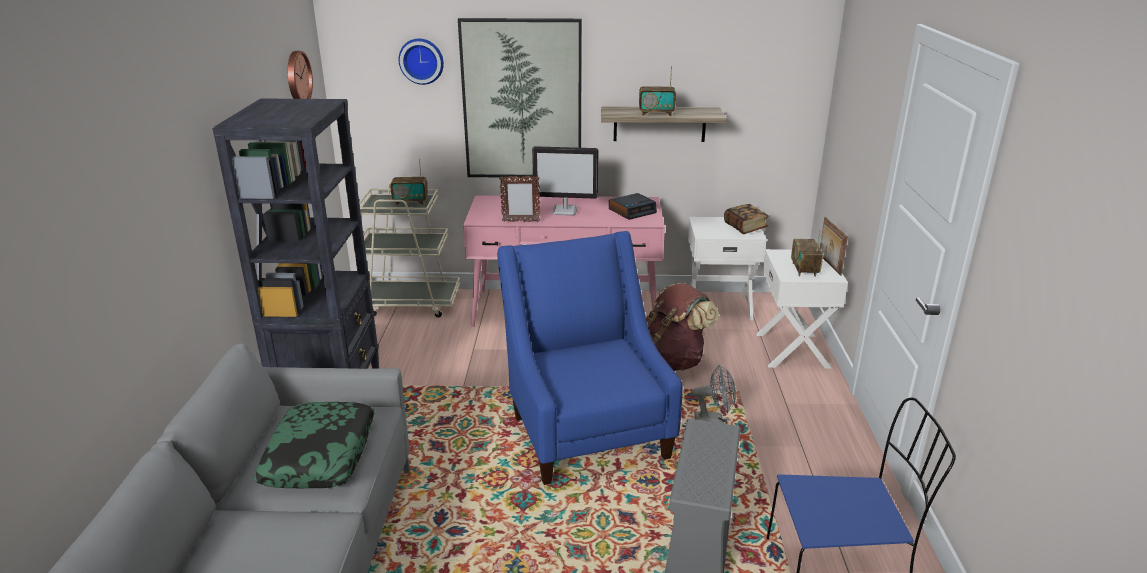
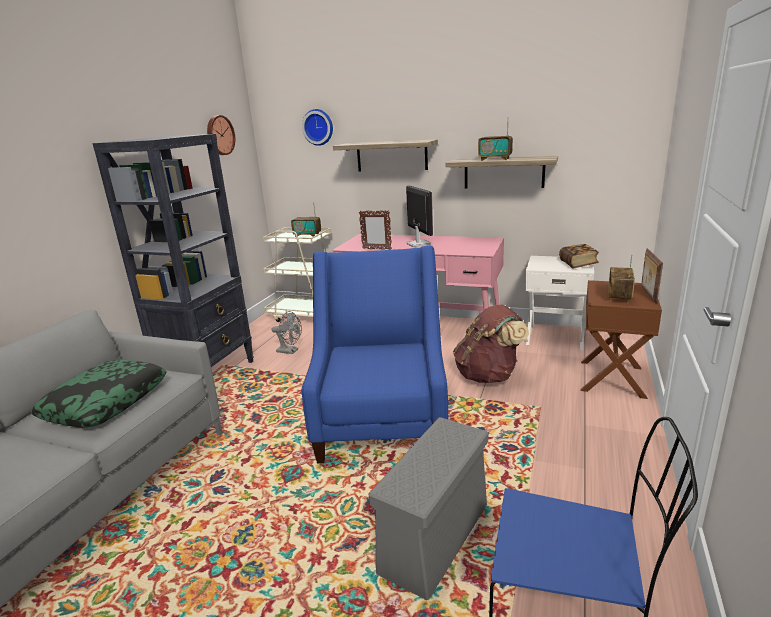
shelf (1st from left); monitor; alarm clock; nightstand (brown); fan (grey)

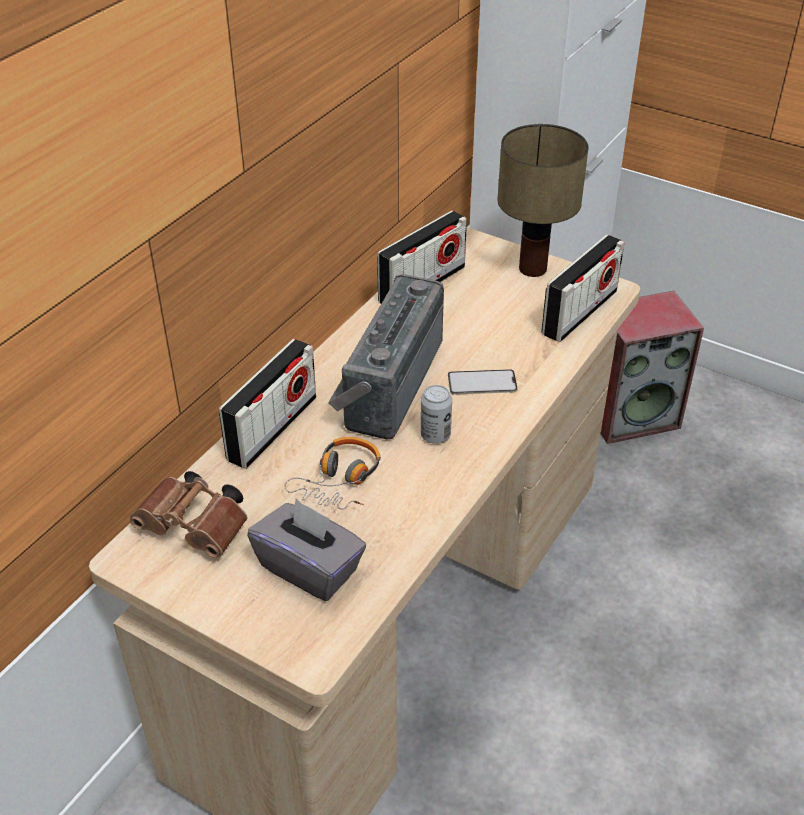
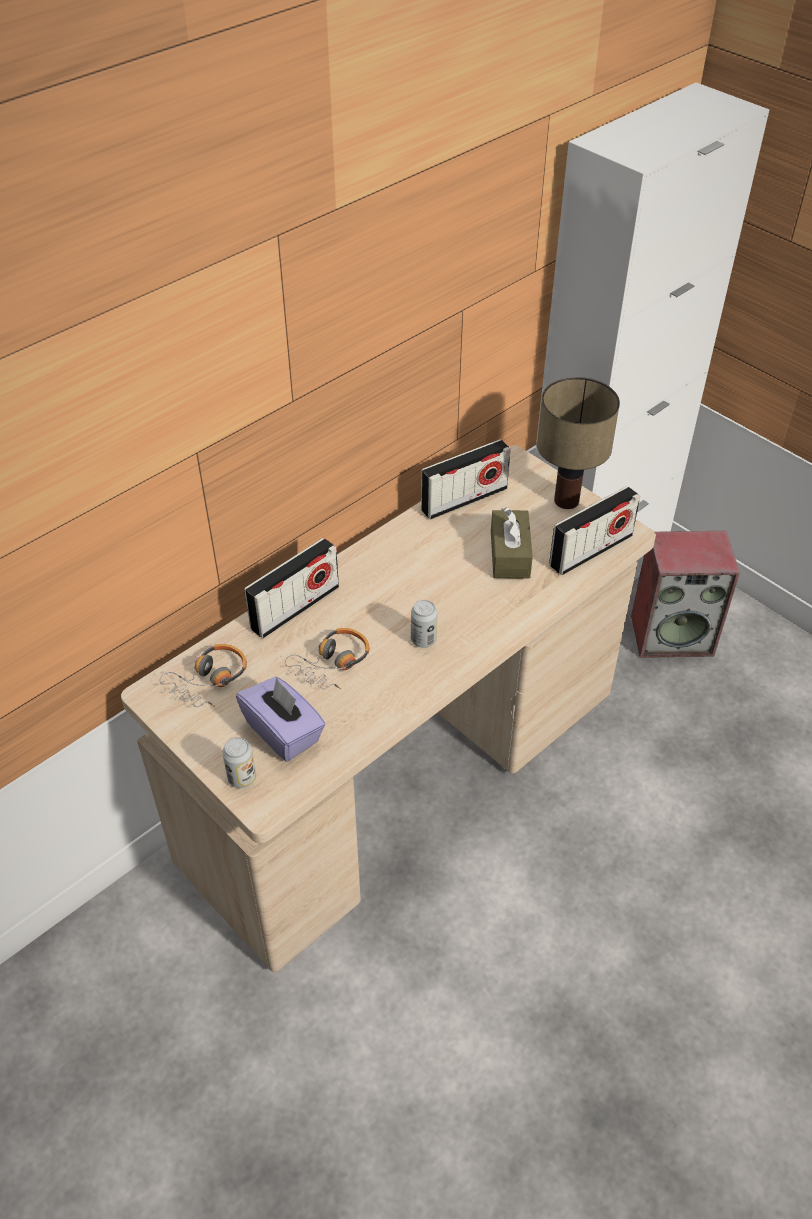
radio (2nd from left in the first image); phone; headphones (1st from left); tissue box (purple); tissue box (brown); can (1st from left)

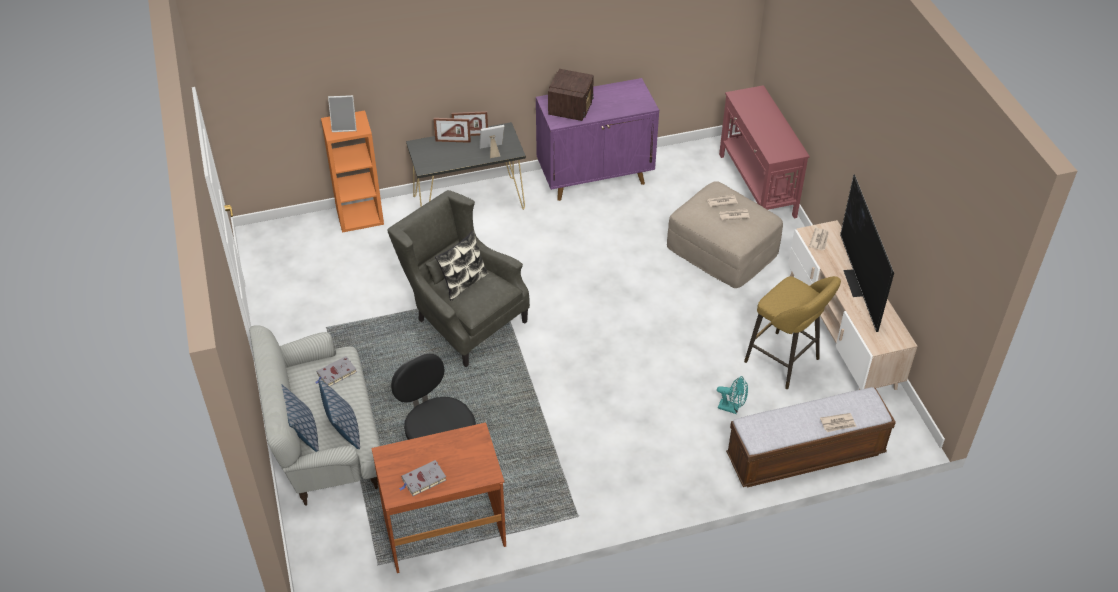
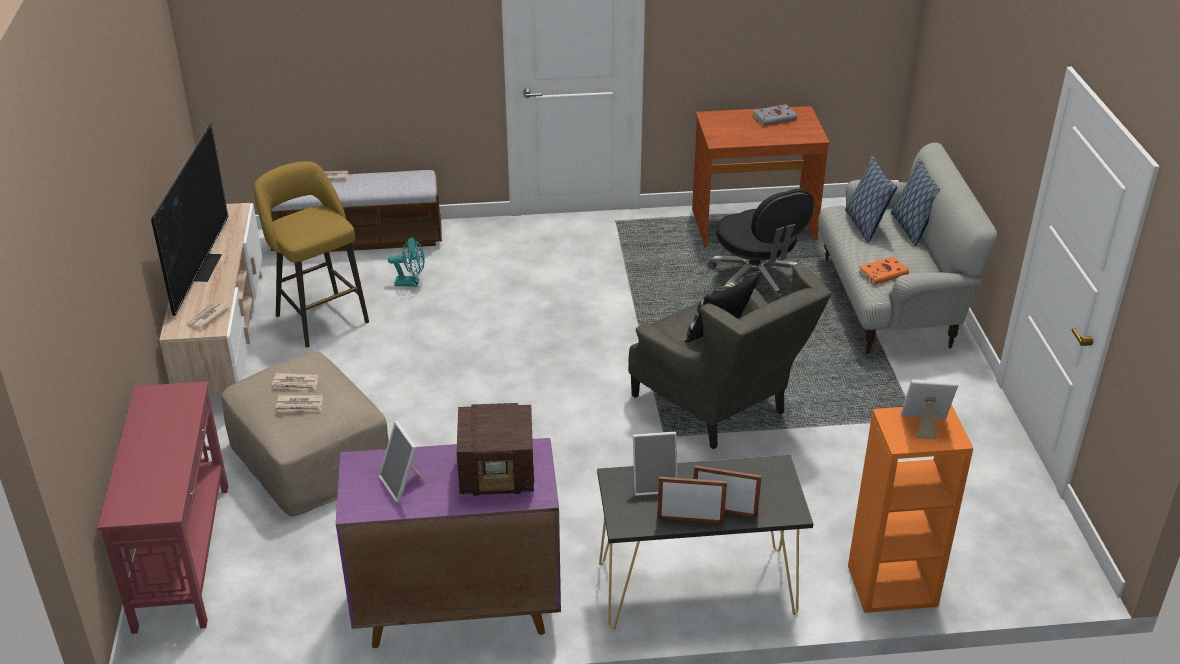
radio; book (orange); fan (turquoise); picture frame (1st from left)

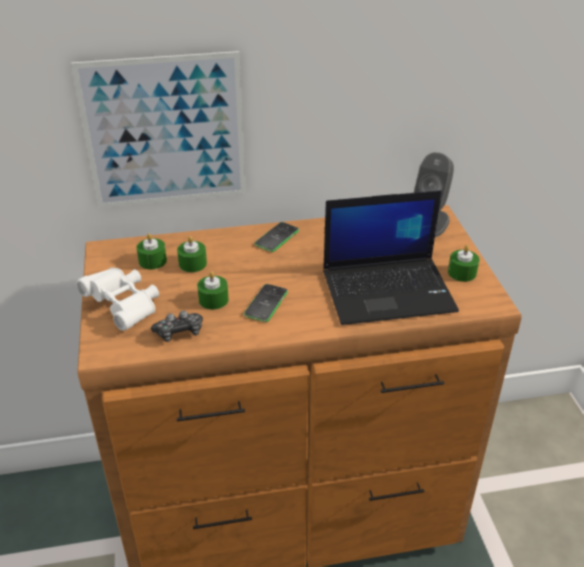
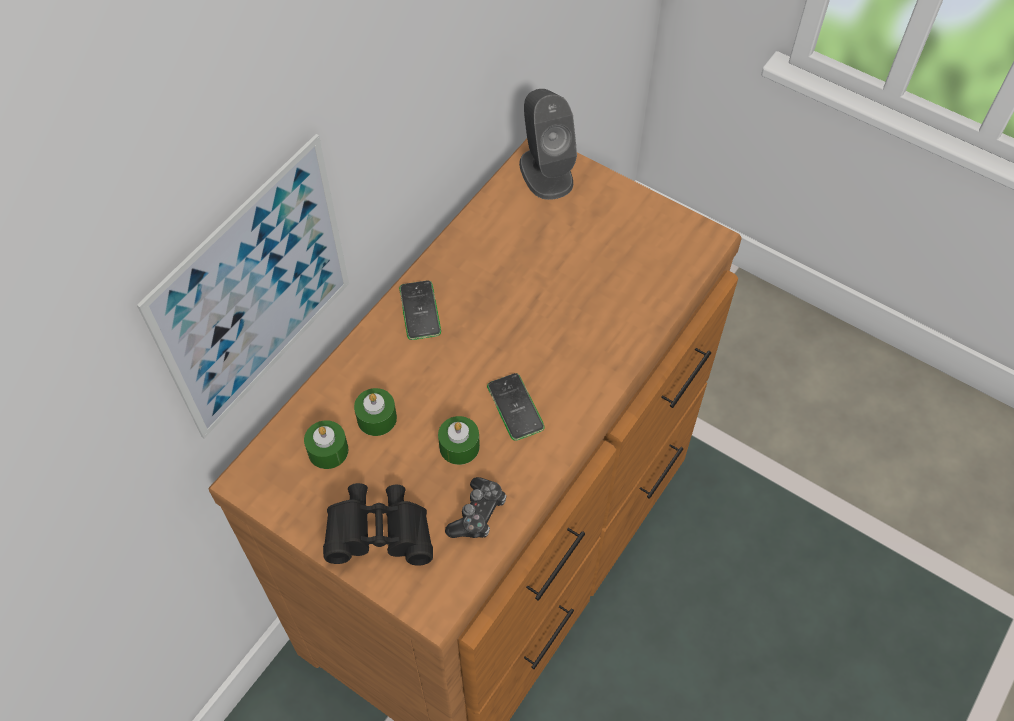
laptop; candle (green) (4th from left in the first image); binoculars (black)

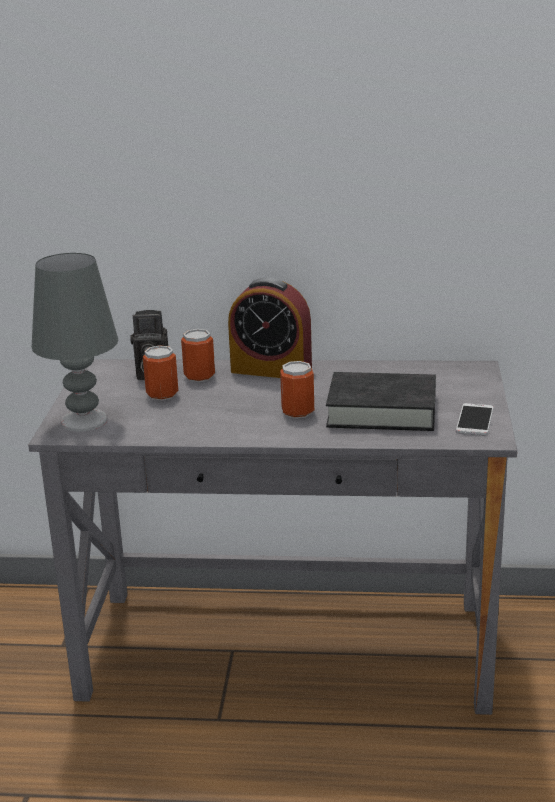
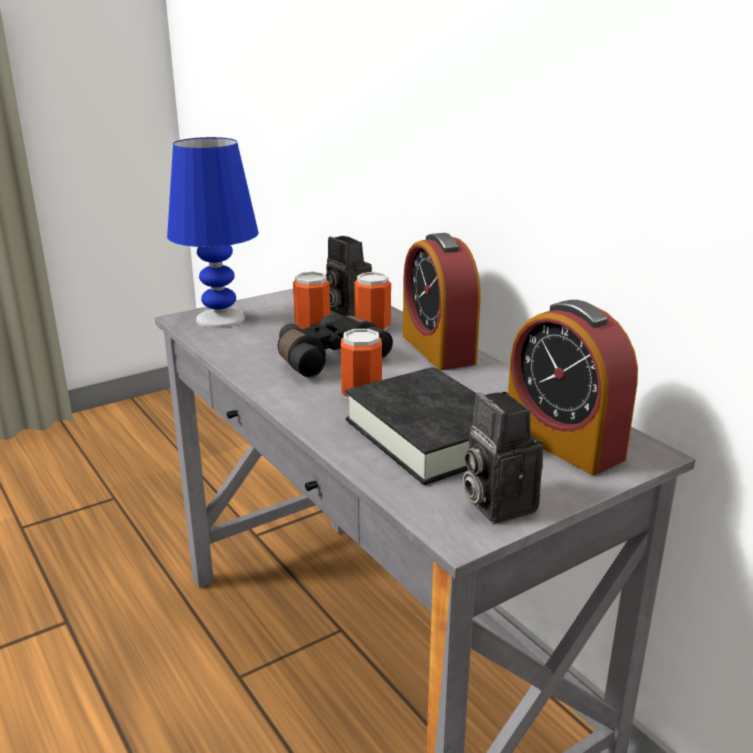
table lamp (blue); photo camera (2nd from left); alarm clock (2nd from left); binoculars (black)

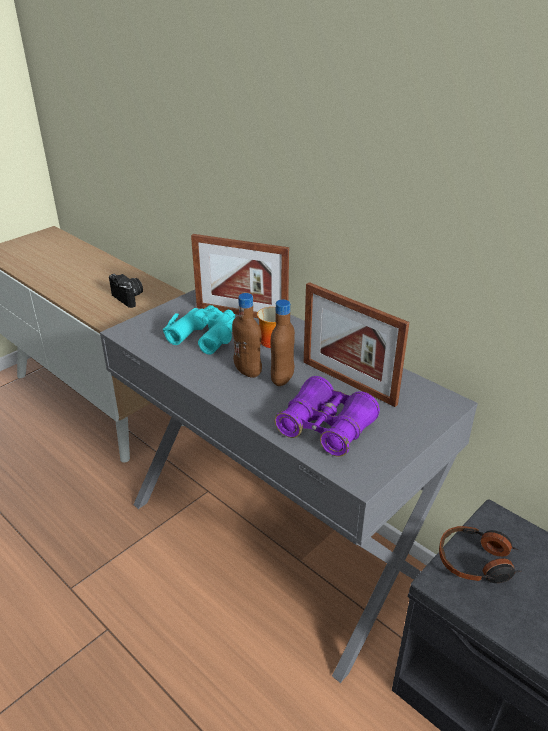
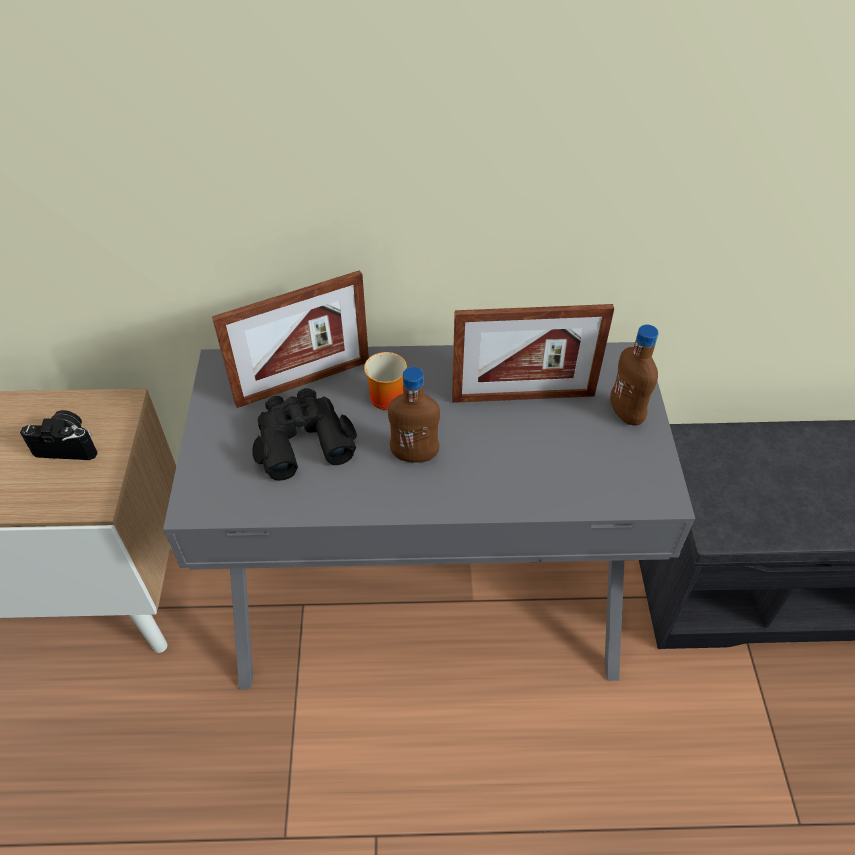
bottle (brown) (2nd from left); binoculars (black); binoculars (purple); headphones

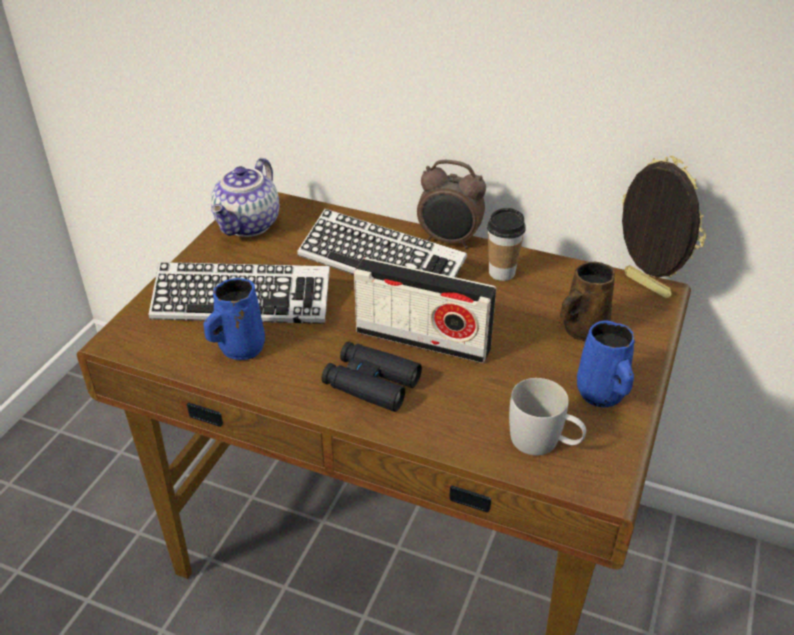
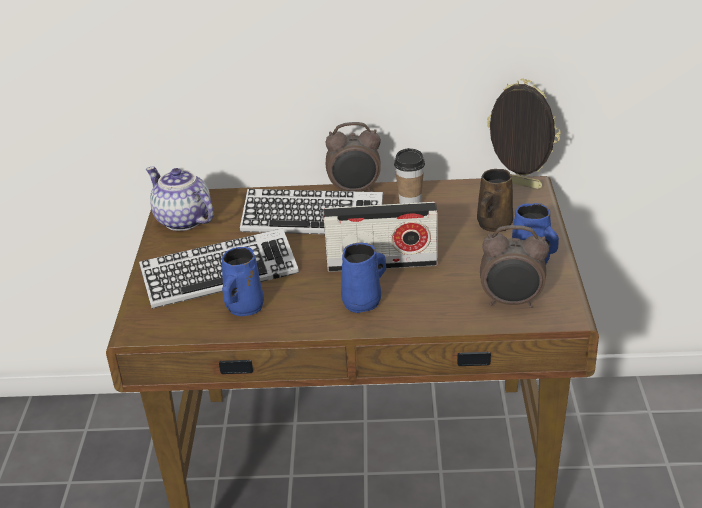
teapot; mug (blue) (2nd from left); alarm clock (2nd from left)

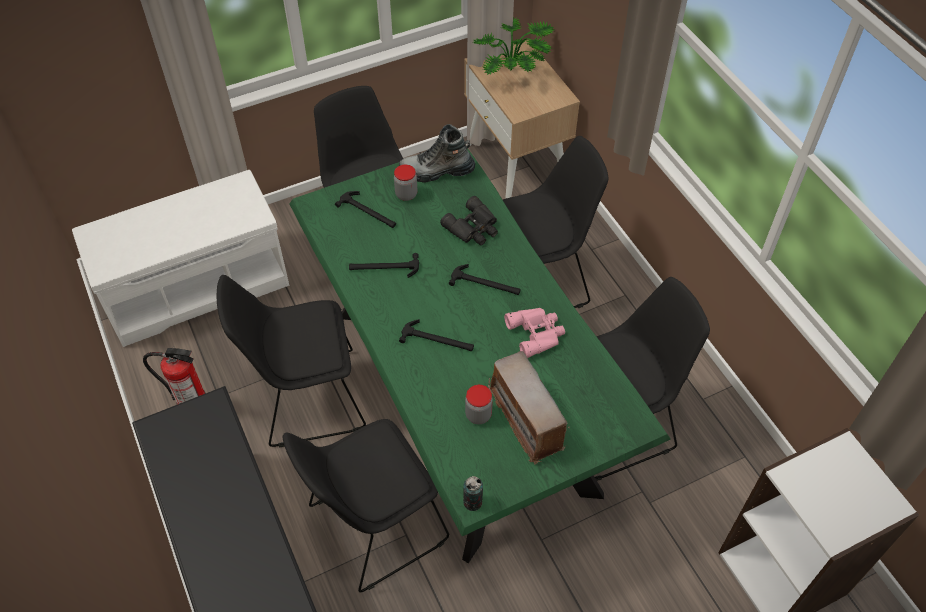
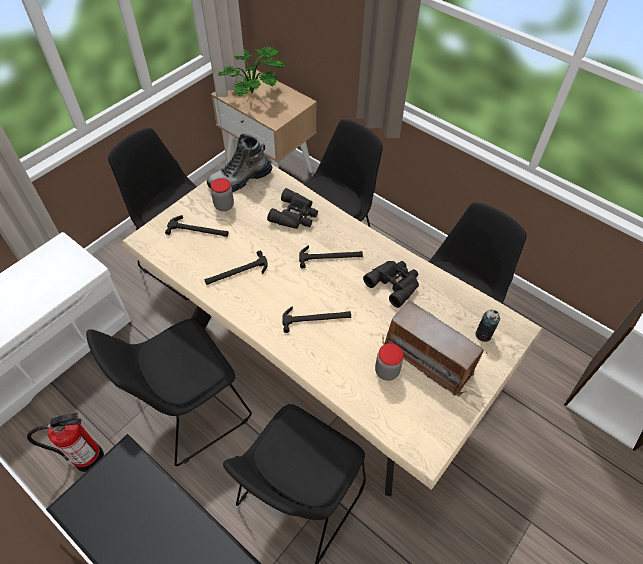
dining table (beige); binoculars (black) (2nd from left); can

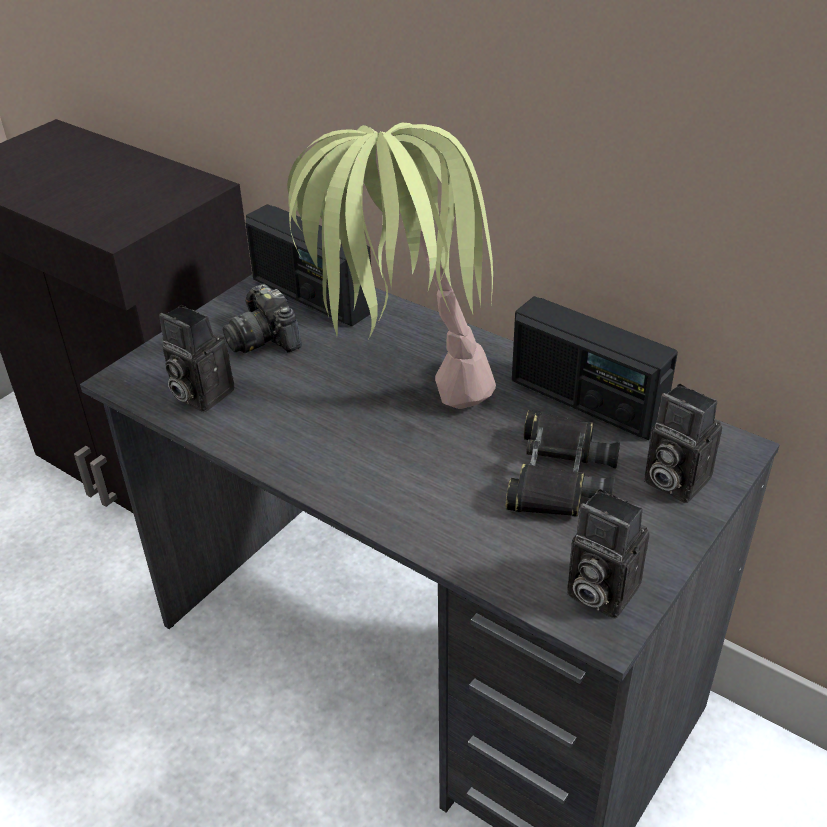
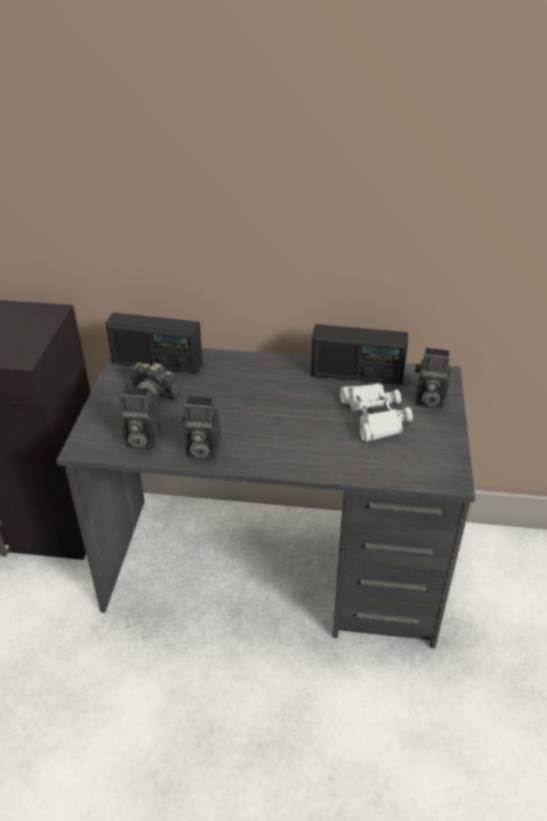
potted plant; binoculars (white); photo camera (3rd from left)

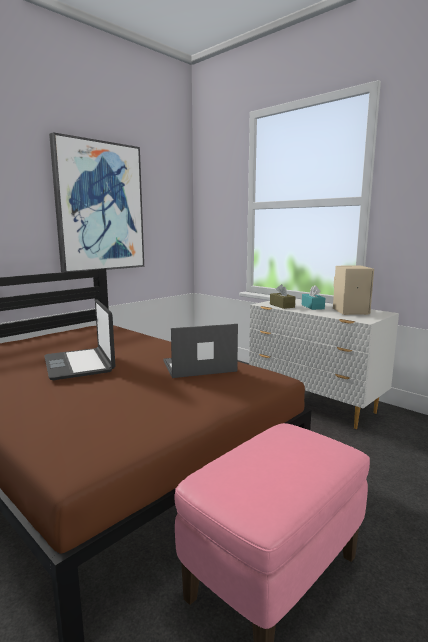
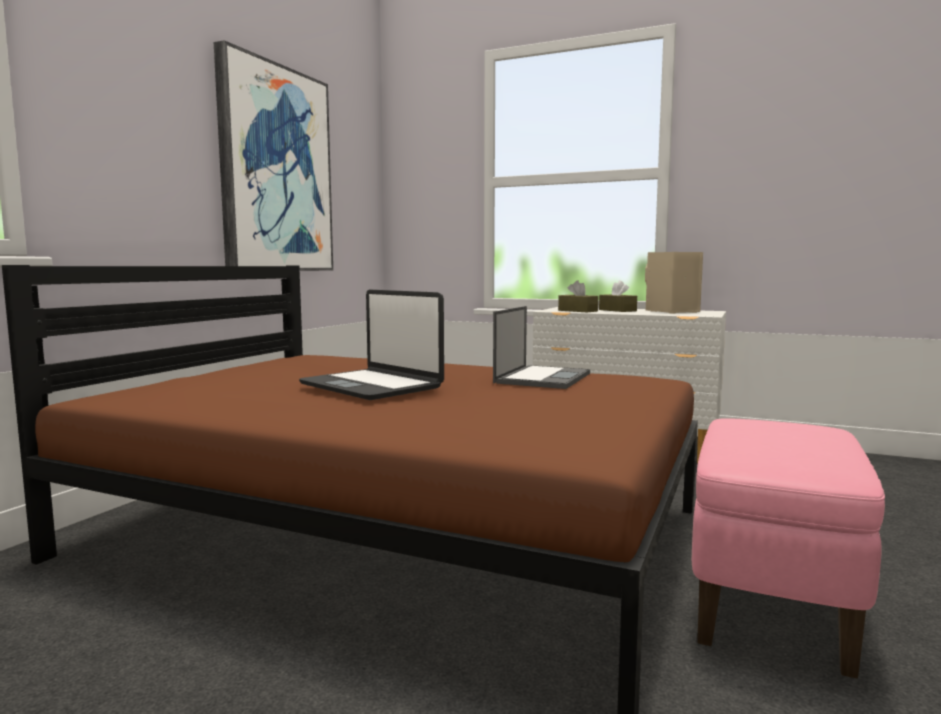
tissue box (brown) (2nd from left); laptop (2nd from left)

